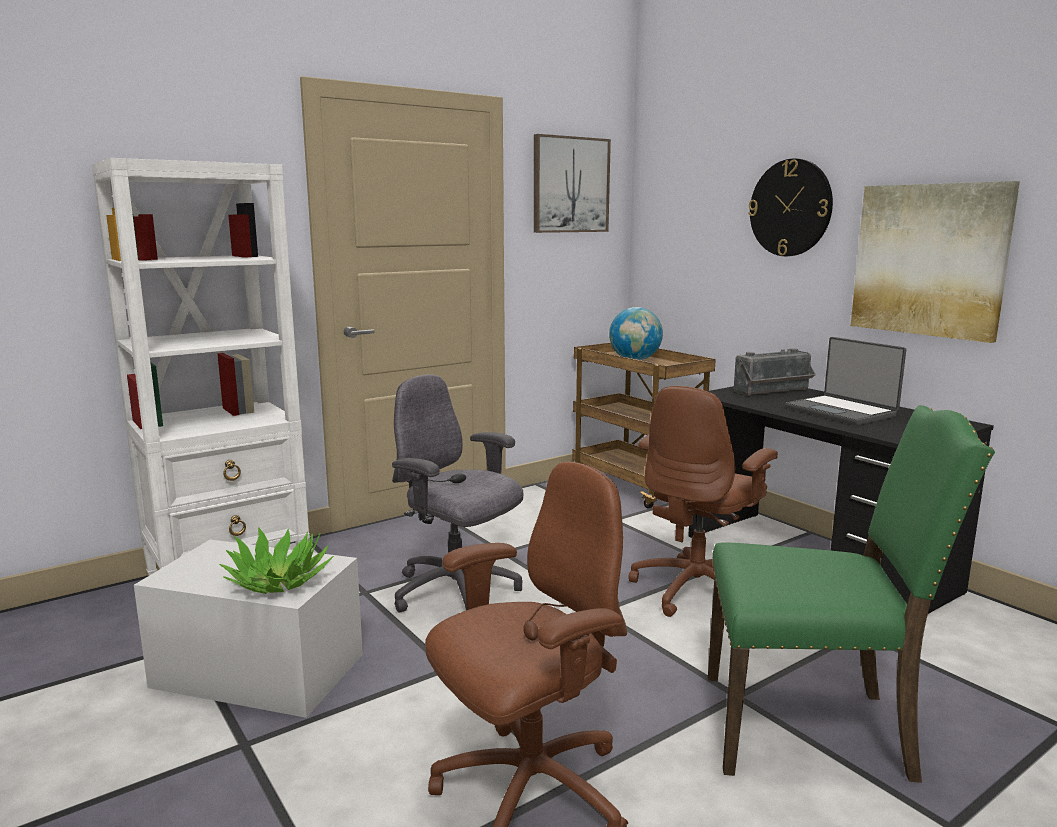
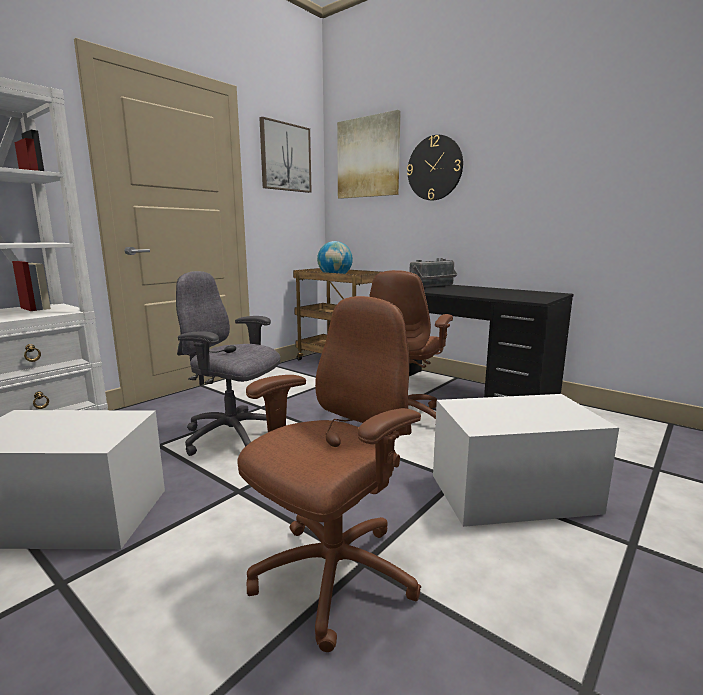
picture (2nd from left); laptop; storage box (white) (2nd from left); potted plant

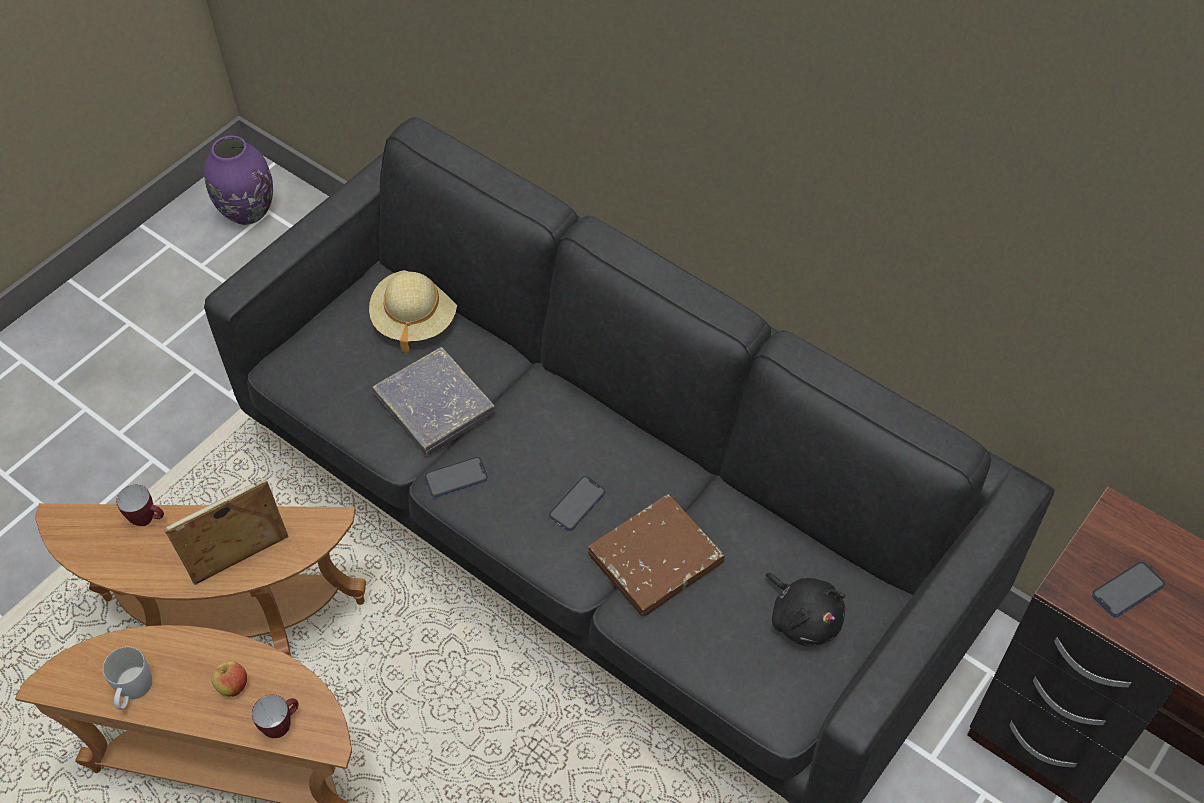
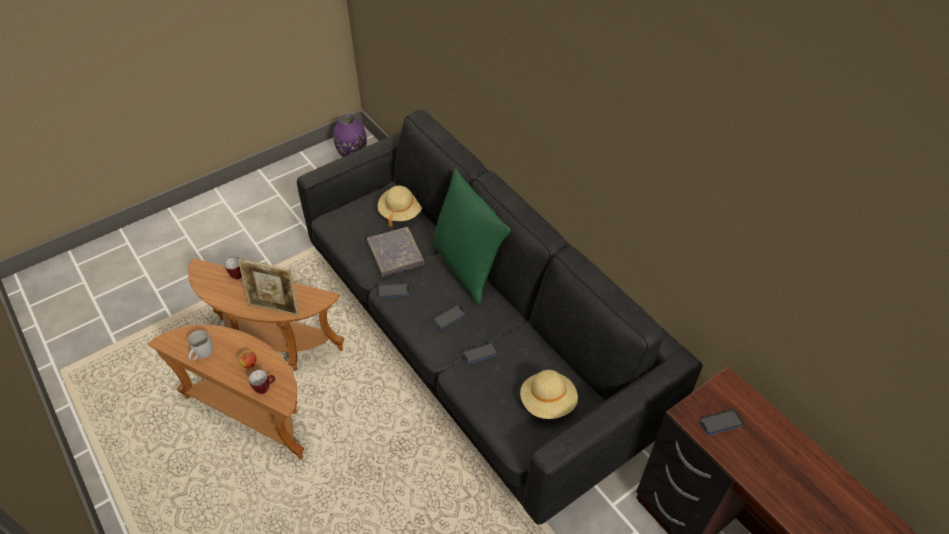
picture frame; phone (3rd from left); hat (beige) (2nd from left); pillow (green)

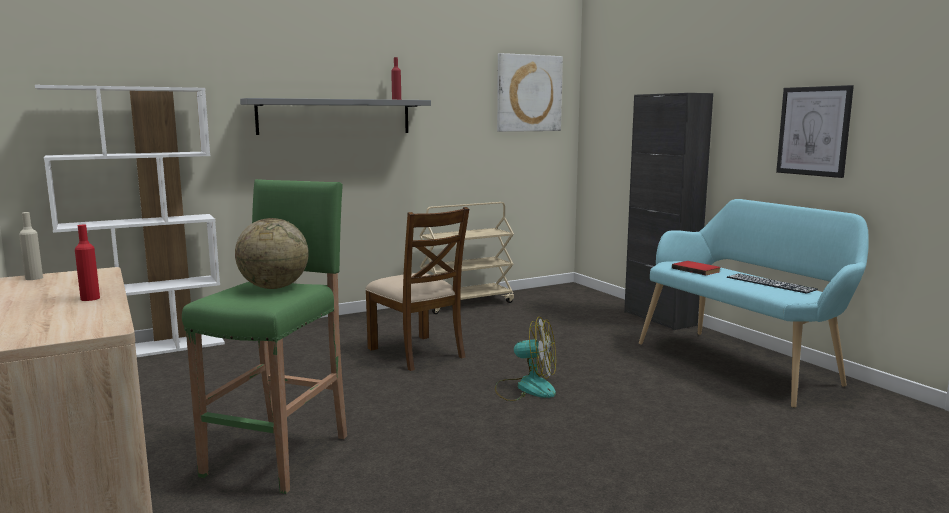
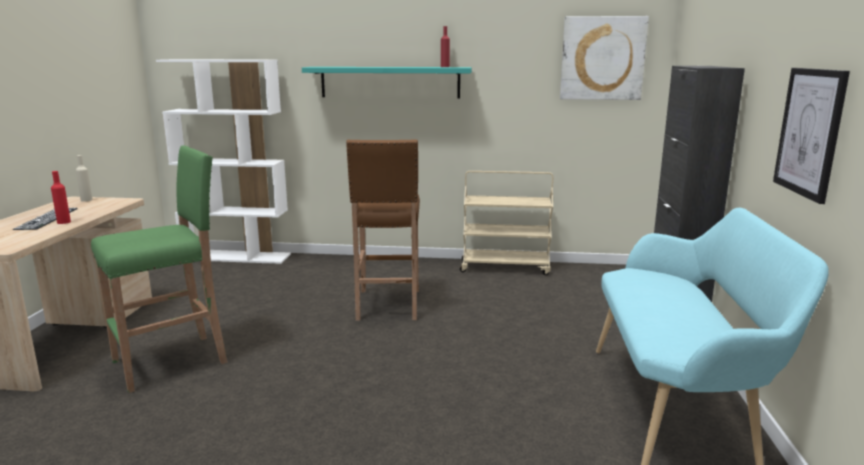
shelf (turquoise); stool (brown); globe; book (red); keyboard; fan

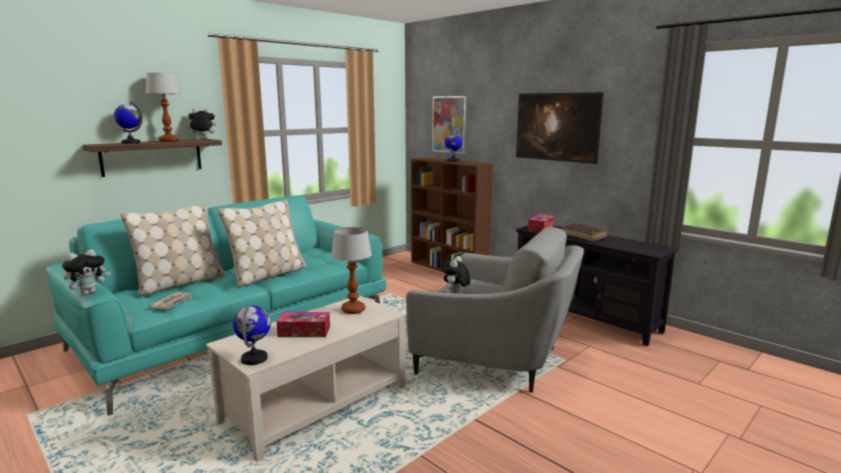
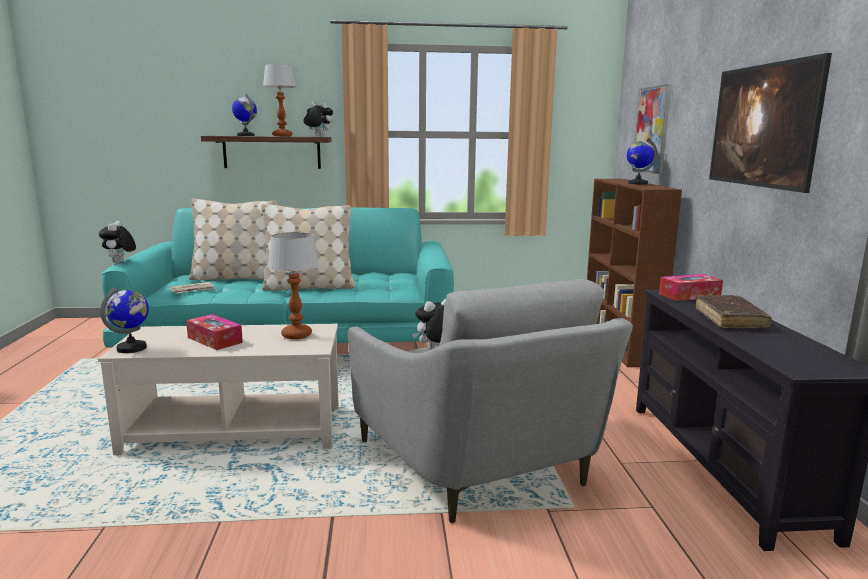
plush toy (1st from left)

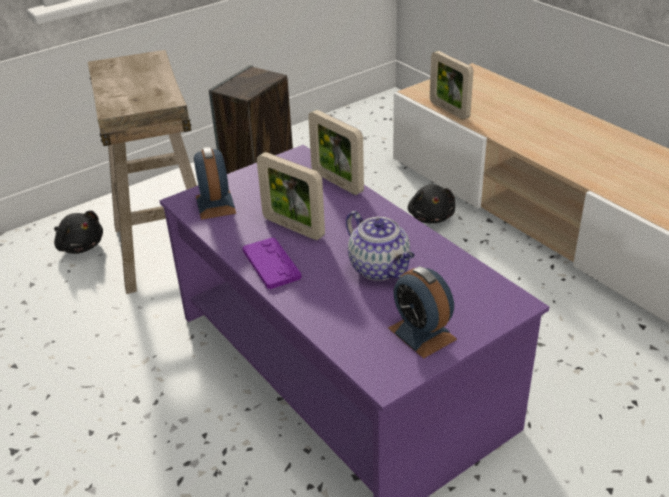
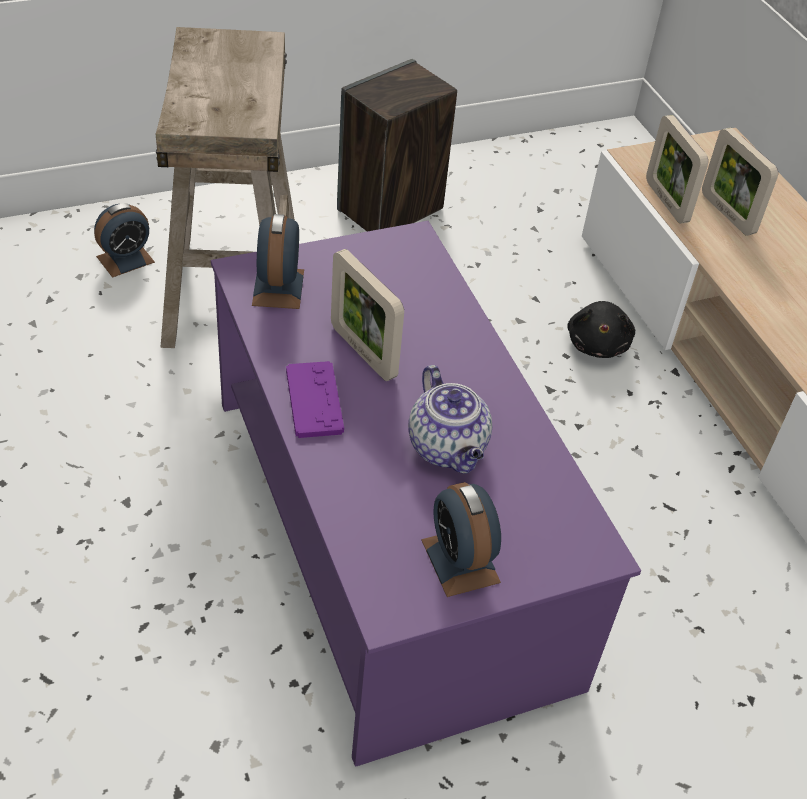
picture frame (3rd from left); alarm clock (1st from left)

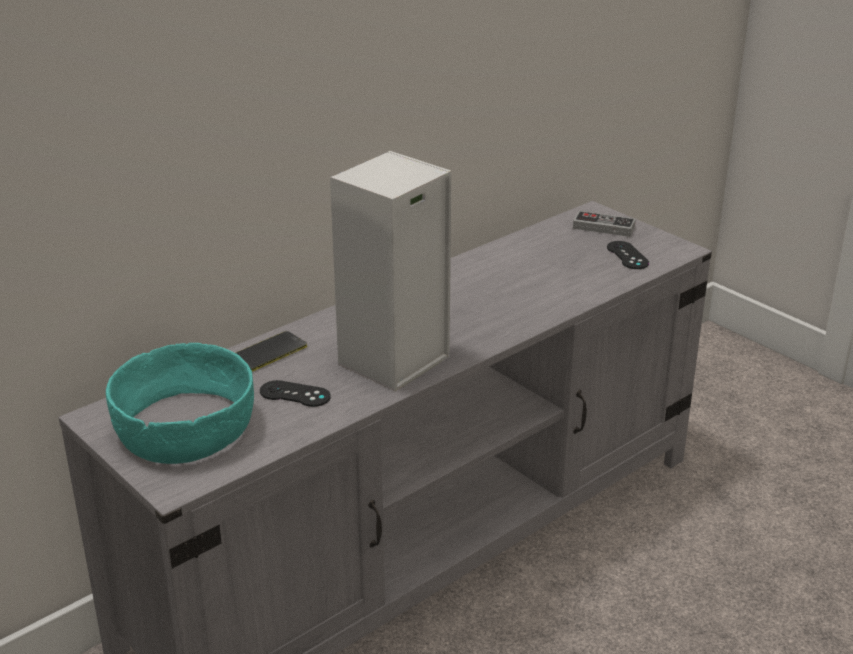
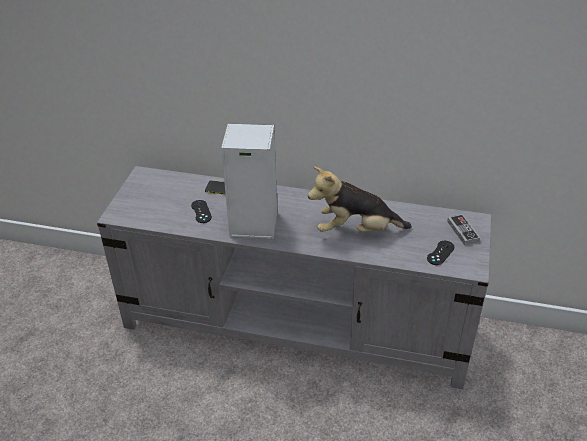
bowl (turquoise); plush toy

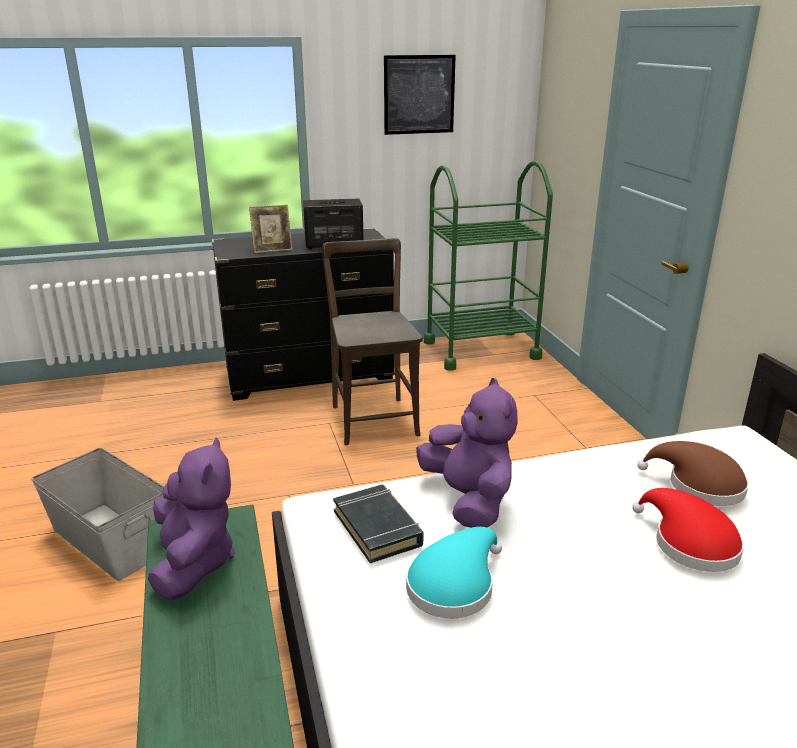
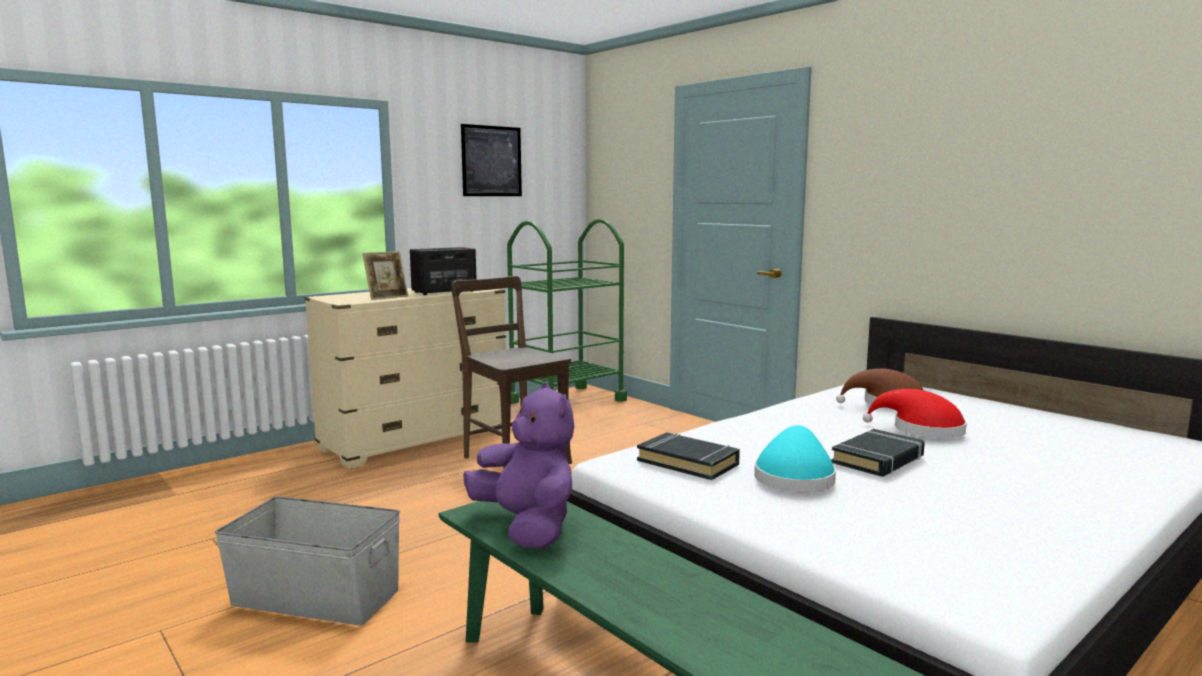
dresser (beige); plush toy (purple) (2nd from left in the first image); book (black) (2nd from left)

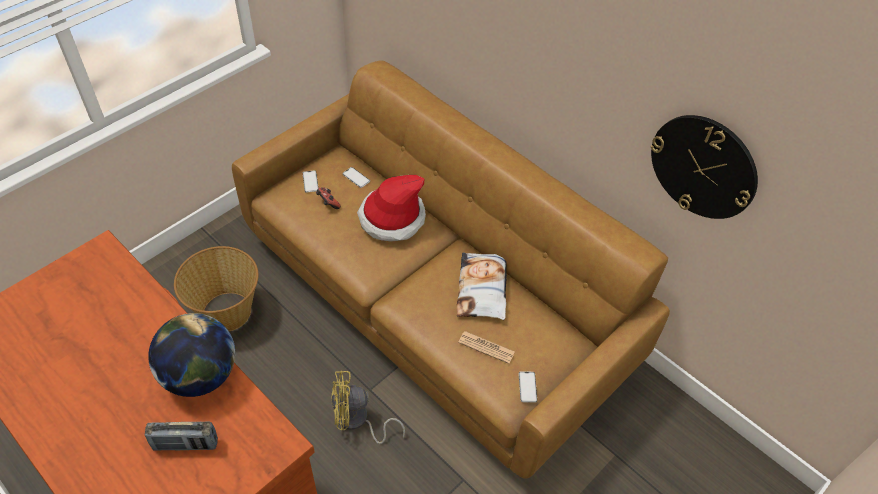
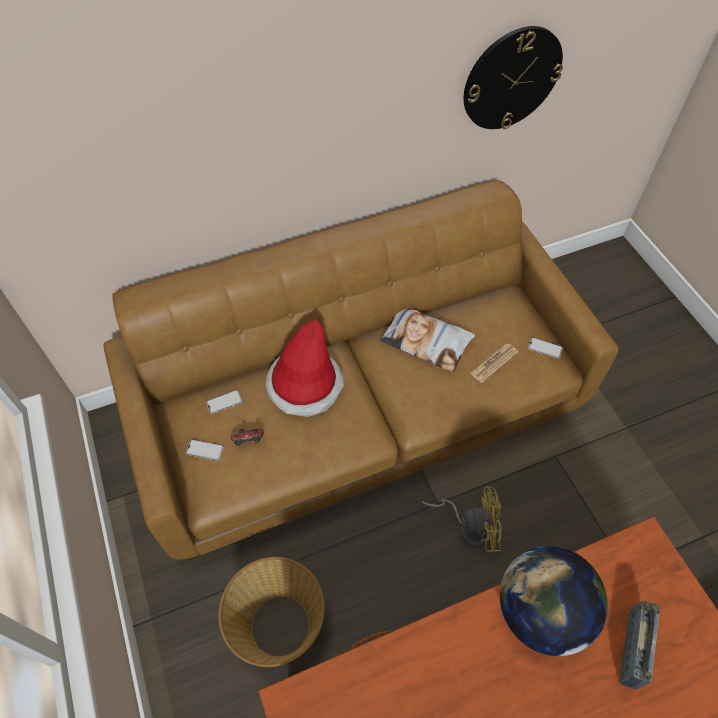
fan (yellow)

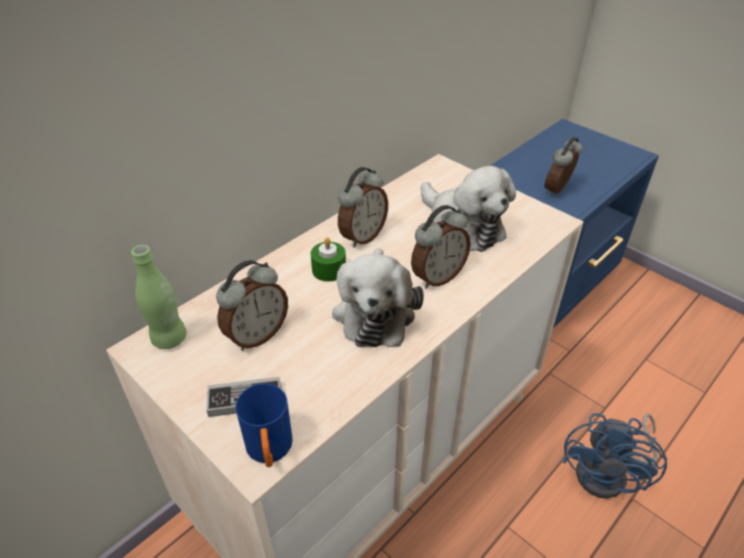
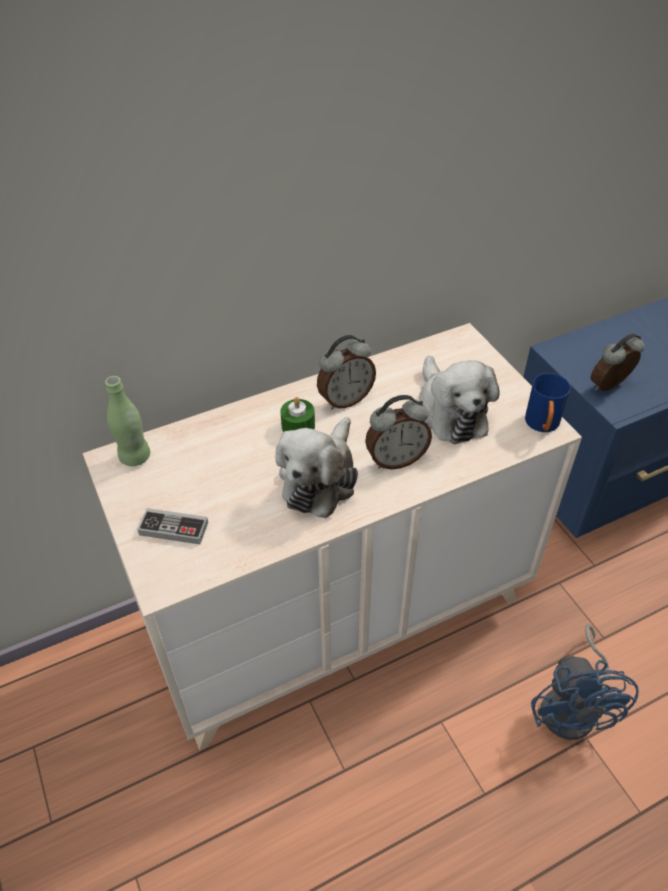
alarm clock (1st from left in the first image); mug (blue); fan (blue)

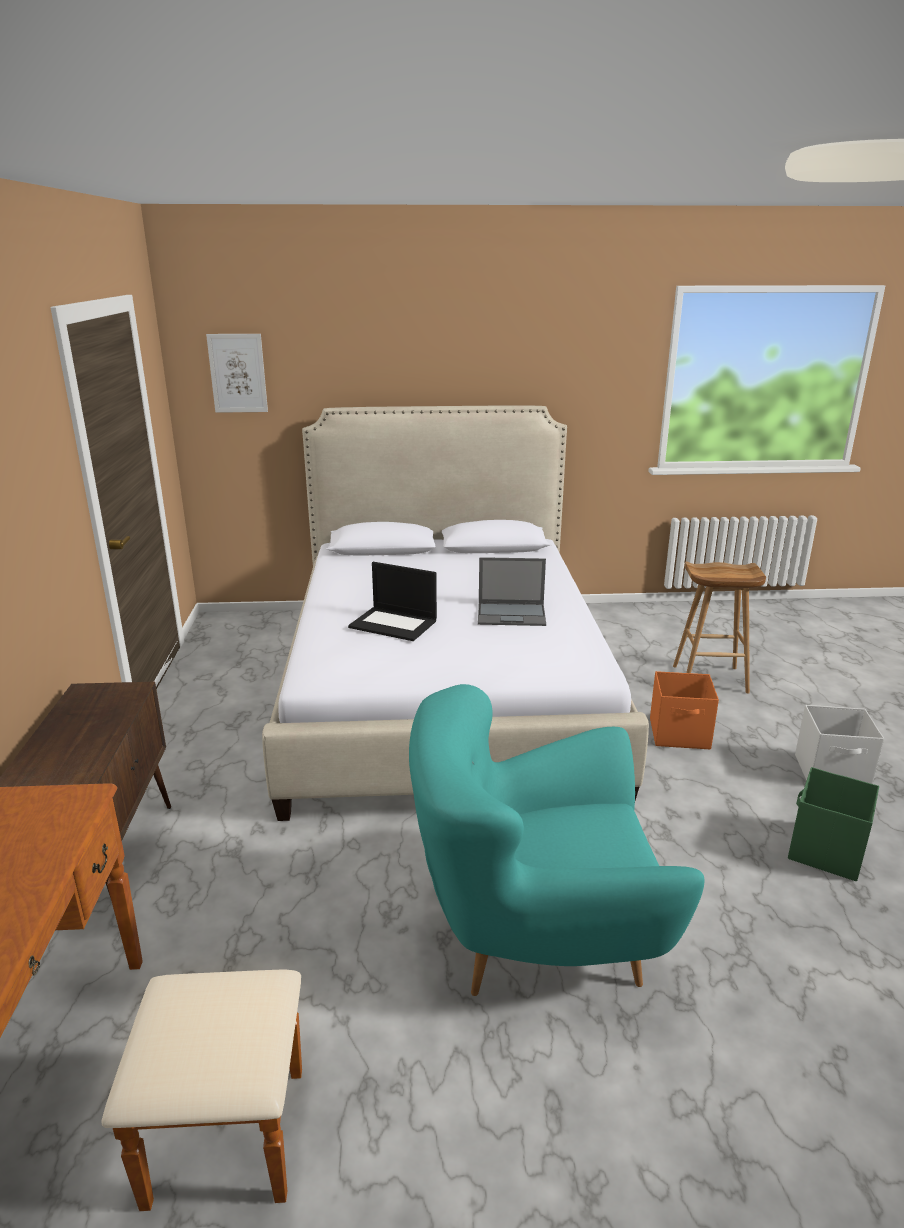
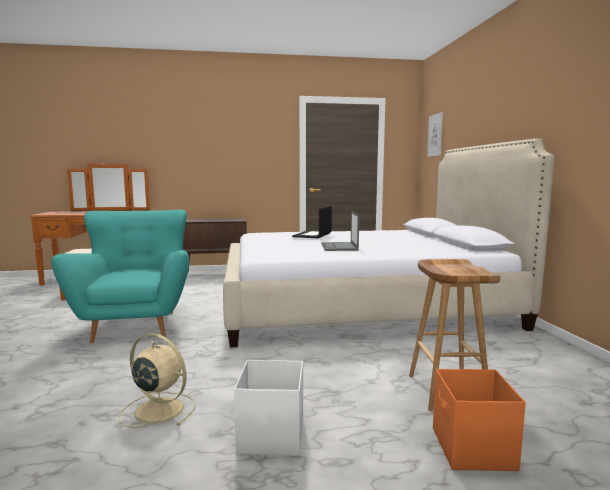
storage box (orange); fan (beige)

